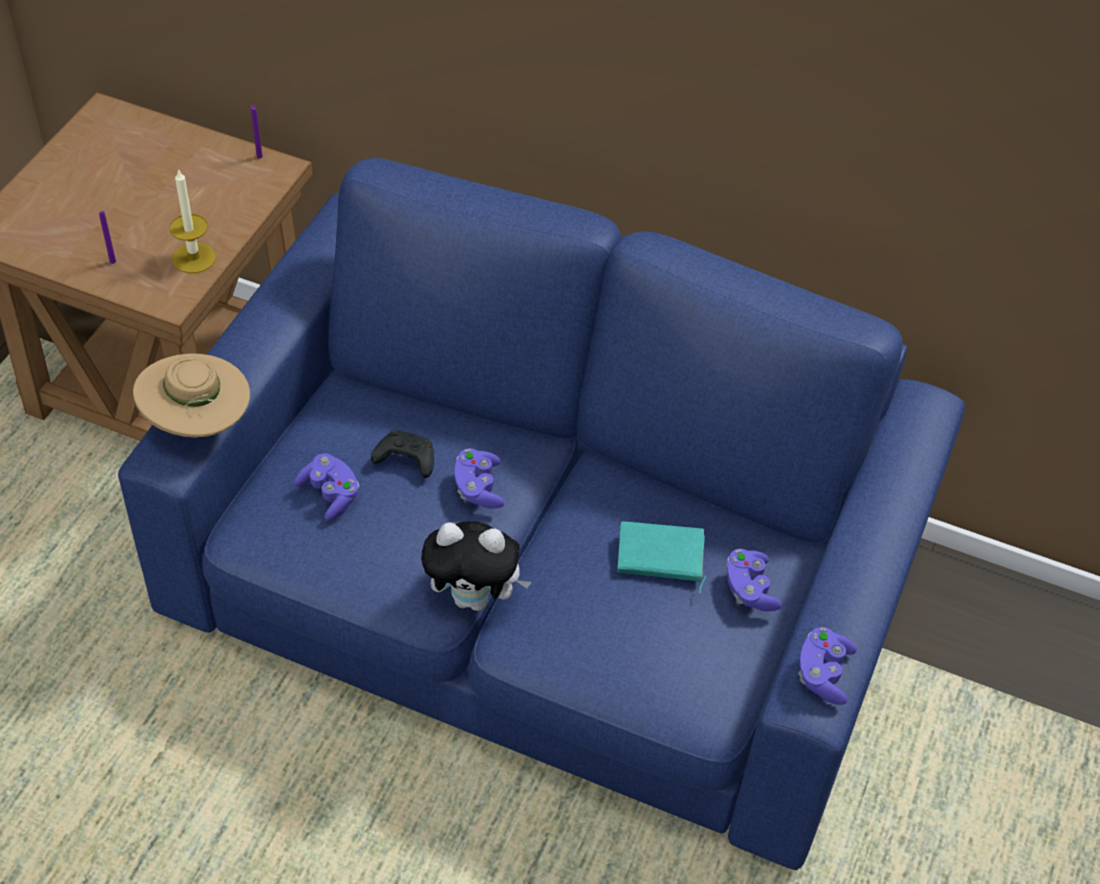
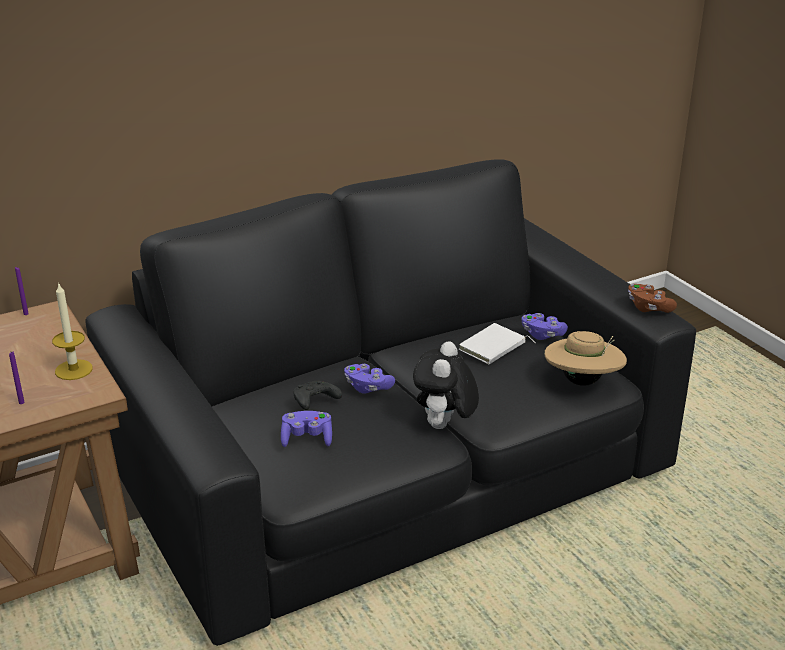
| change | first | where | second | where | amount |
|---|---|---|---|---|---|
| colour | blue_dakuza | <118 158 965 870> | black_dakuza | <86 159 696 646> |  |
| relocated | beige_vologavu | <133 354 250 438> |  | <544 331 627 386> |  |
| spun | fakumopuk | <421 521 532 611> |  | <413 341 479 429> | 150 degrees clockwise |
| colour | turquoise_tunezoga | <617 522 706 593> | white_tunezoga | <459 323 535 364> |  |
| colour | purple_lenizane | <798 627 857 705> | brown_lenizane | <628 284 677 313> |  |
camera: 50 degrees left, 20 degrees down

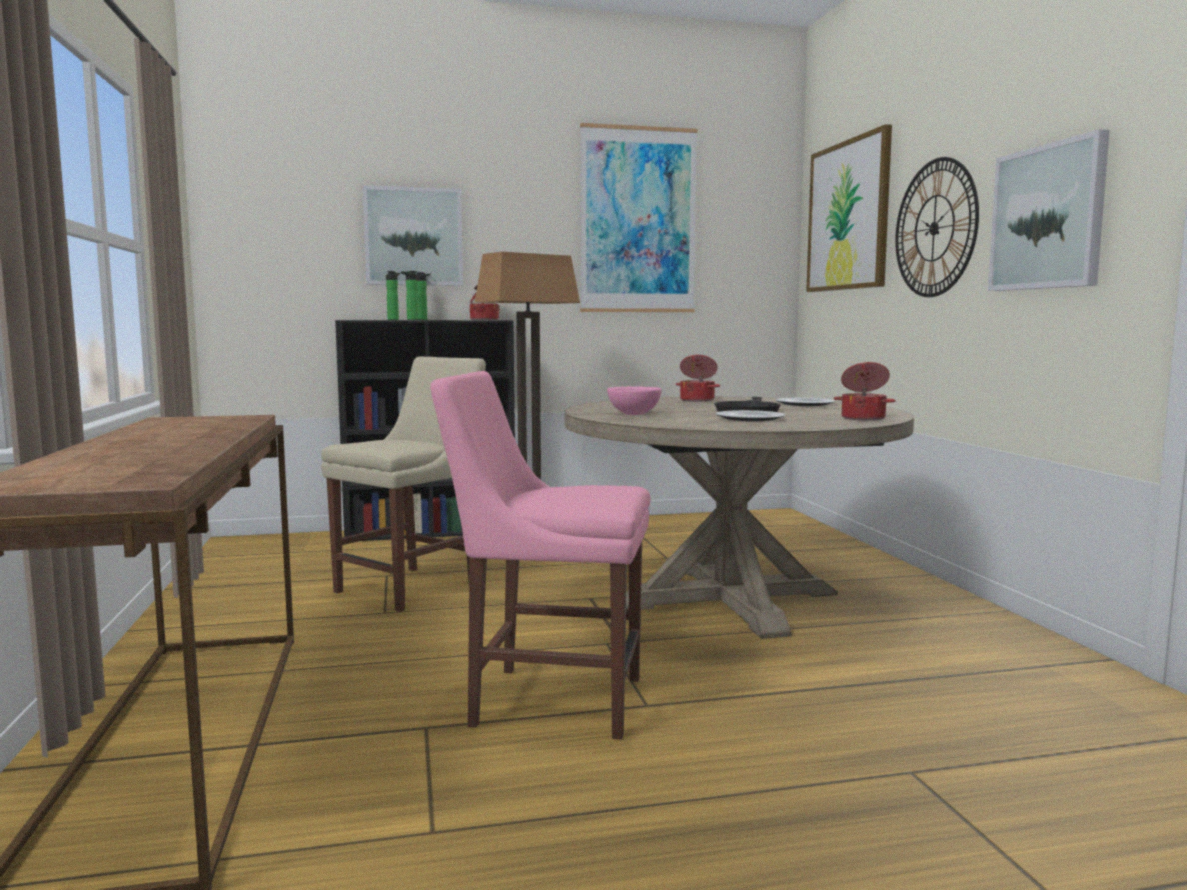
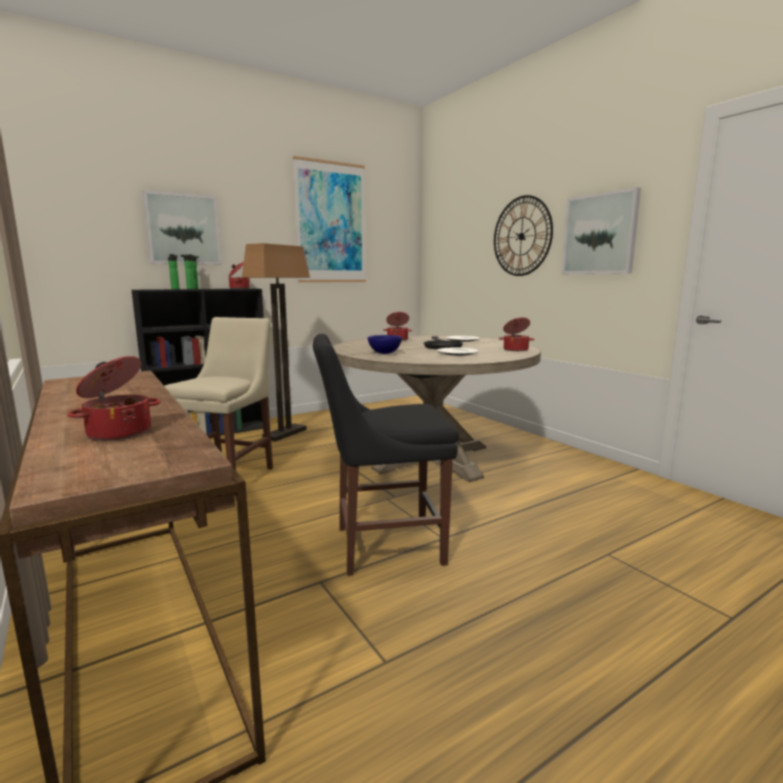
| change | first | where | second | where | amount |
|---|---|---|---|---|---|
| colour | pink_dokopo | <430 371 651 740> | black_dokopo | <313 334 458 576> |  |
| colour | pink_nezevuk | <607 387 662 415> | blue_nezevuk | <368 335 402 354> |  |
| missing | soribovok | <806 124 892 292> |  |  |  |
| appeared |  |  | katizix | <67 356 161 441> |  |
camera: 20 degrees left, 5 degrees up

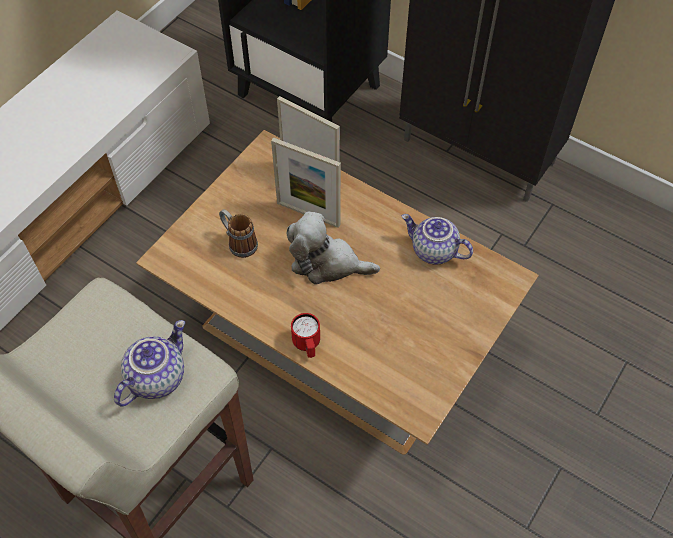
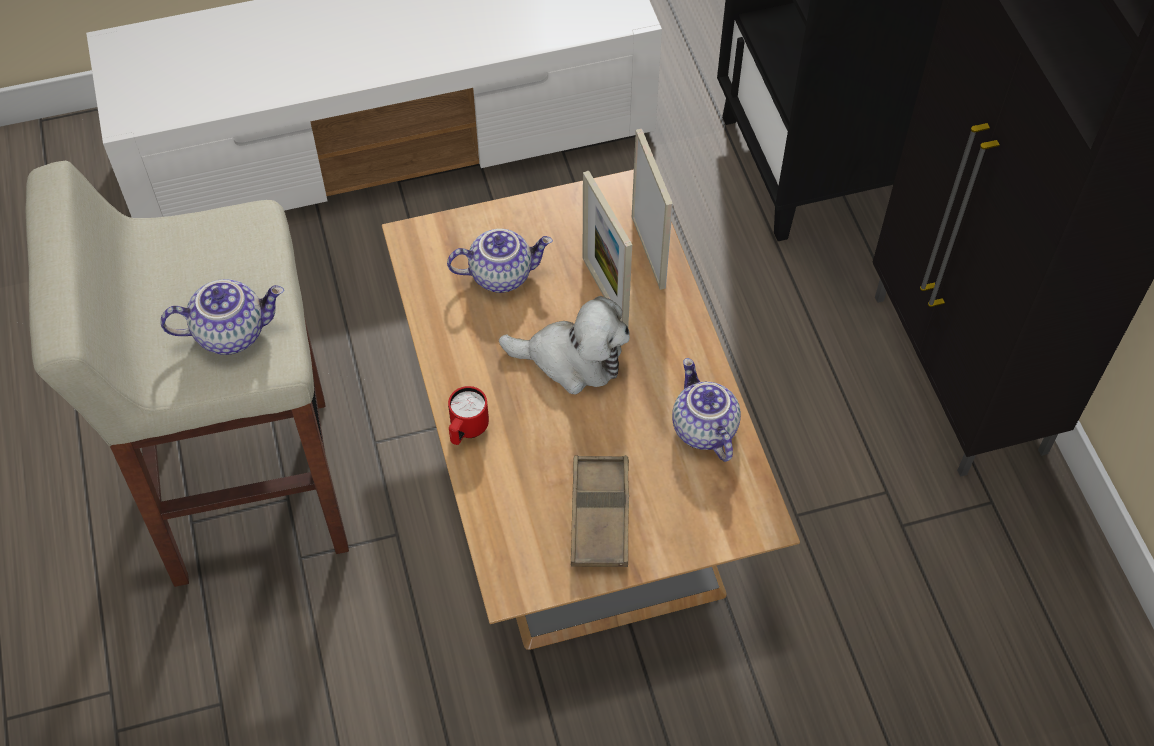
| change | first | where | second | where | amount |
|---|---|---|---|---|---|
| exchanged | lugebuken | <219 209 258 258> | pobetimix | <447 229 553 293> |  |
| spun | fakumopuk | <287 211 380 285> |  | <499 296 630 394> | 135 degrees clockwise |
| appeared |  |  | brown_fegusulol | <571 456 629 567> |  |
camera: 40 degrees right, 0 degrees up

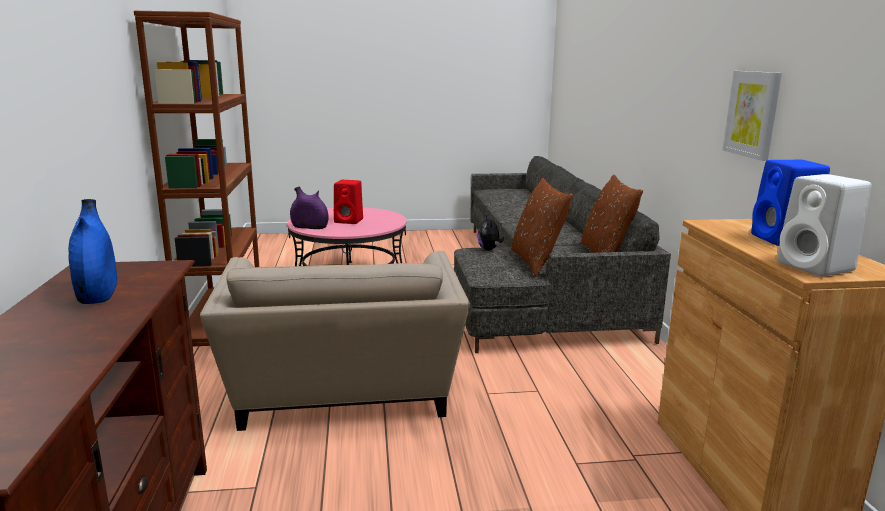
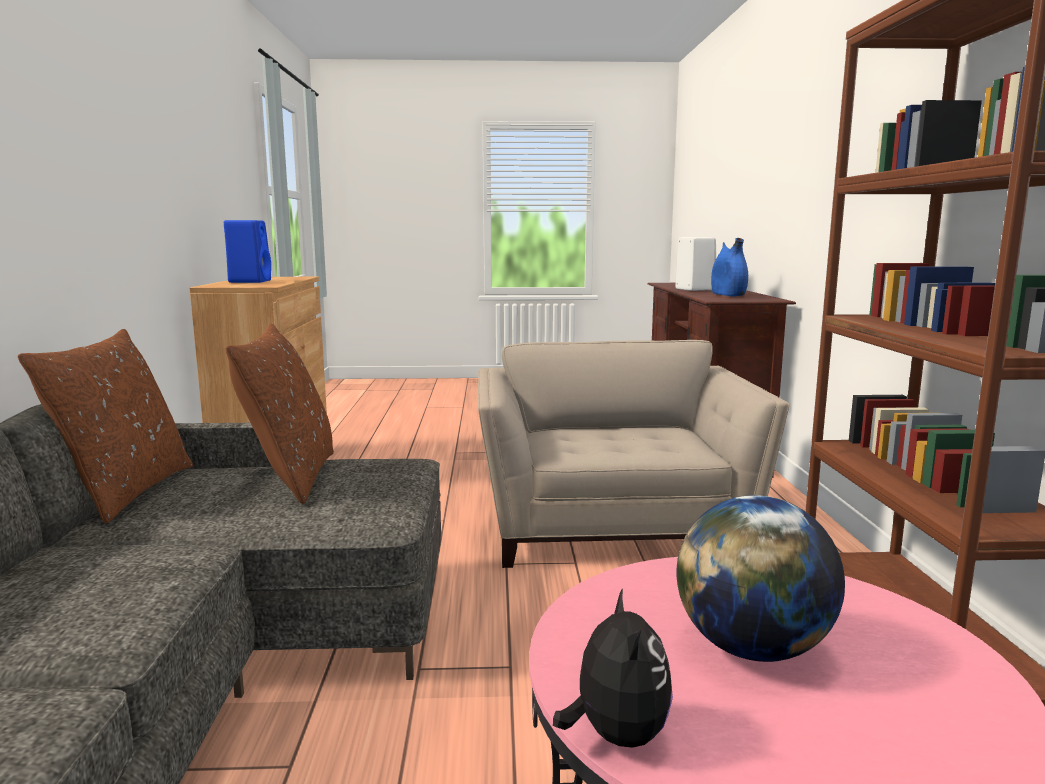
| change | first | where | second | where | amount |
|---|---|---|---|---|---|
| missing | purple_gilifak | <290 186 328 229> |  |  |  |
| exchanged | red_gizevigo | <334 180 363 224> | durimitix | <677 495 845 662> |  |
| relocated | fakumopuk | <477 215 504 250> |  | <553 588 673 748> |  |
| missing | soribovok | <723 71 782 161> |  |  |  |
| relocated | white_gizevigo | <777 174 872 277> |  | <675 237 716 291> |  |
camera: 175 degrees left, 5 degrees down

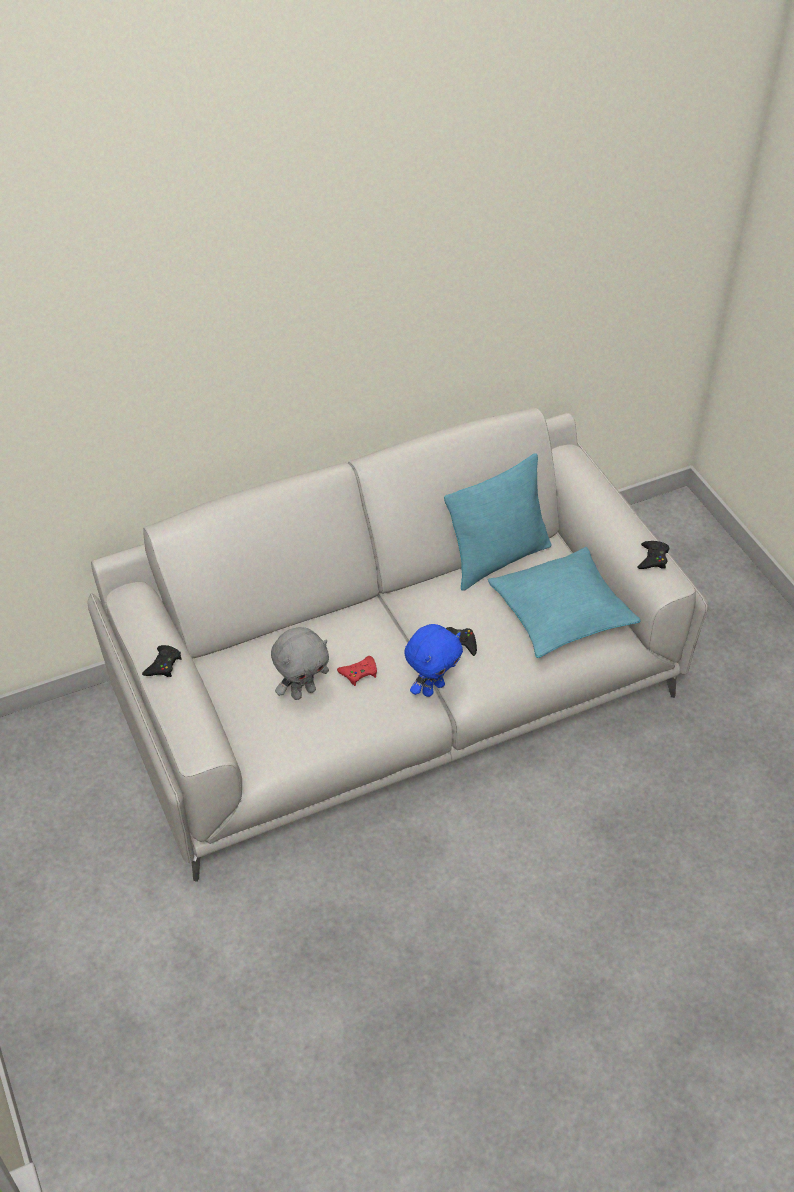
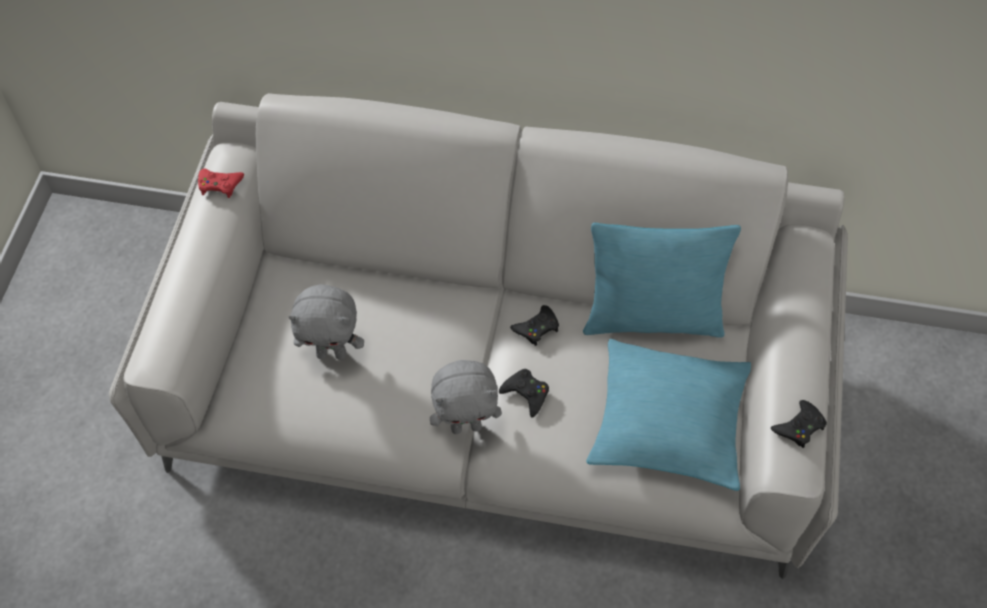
| change | first | where | second | where | amount |
|---|---|---|---|---|---|
| relocated | black_lenizane | <142 645 182 677> |  | <510 305 559 346> |  |
| relocated | red_lenizane | <337 656 377 686> |  | <198 169 244 198> |  |
| colour | blue_fakumopuk | <404 624 463 697> | grey_fakumopuk | <430 360 502 434> |  |
camera: 35 degrees right, 10 degrees up

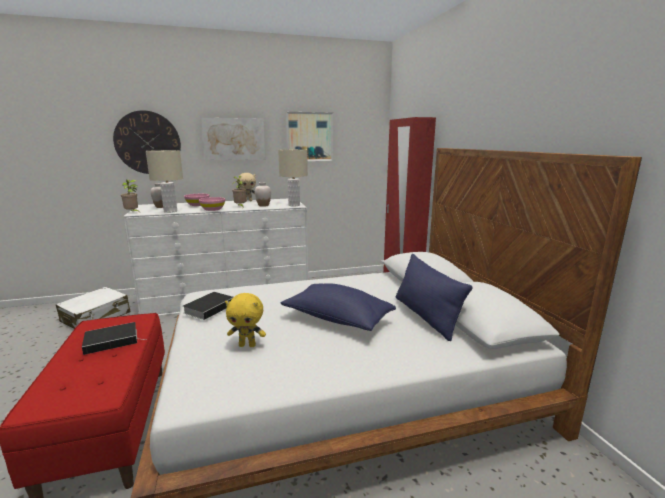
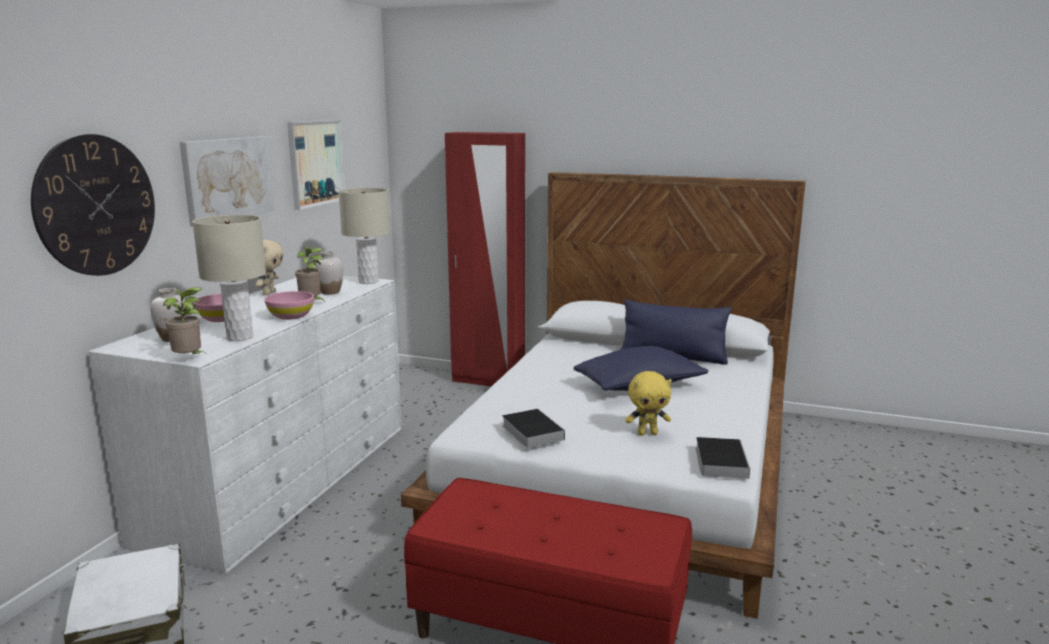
| change | first | where | second | where | amount |
|---|---|---|---|---|---|
| relocated | tunezoga | <82 322 140 355> |  | <696 437 750 479> |  |
| spun | yellow_fakumopuk | <225 293 266 347> |  | <625 371 672 436> | 45 degrees clockwise |
camera: 55 degrees left, 0 degrees up

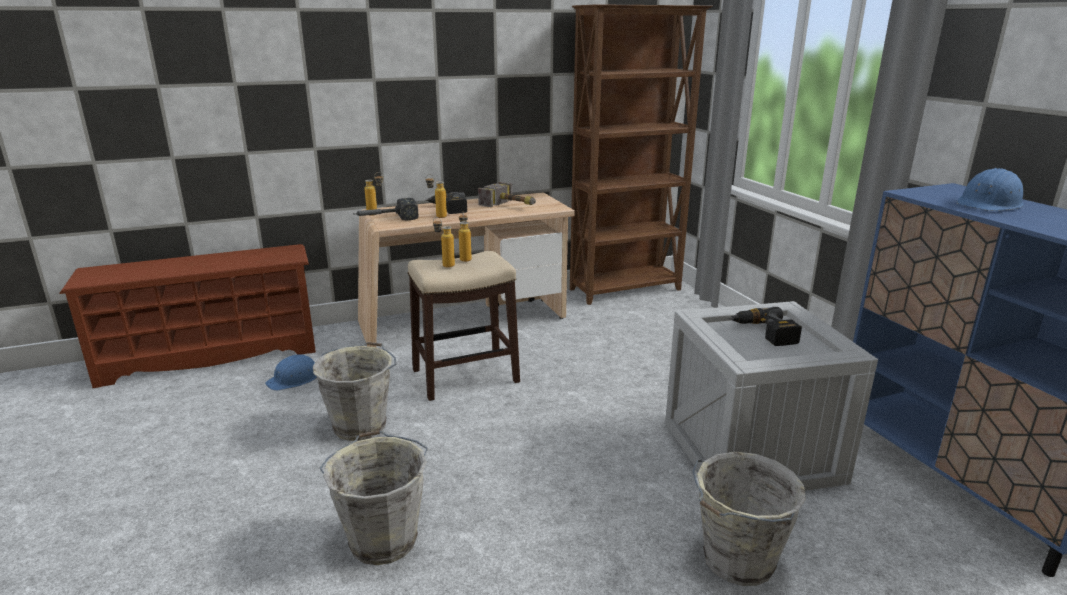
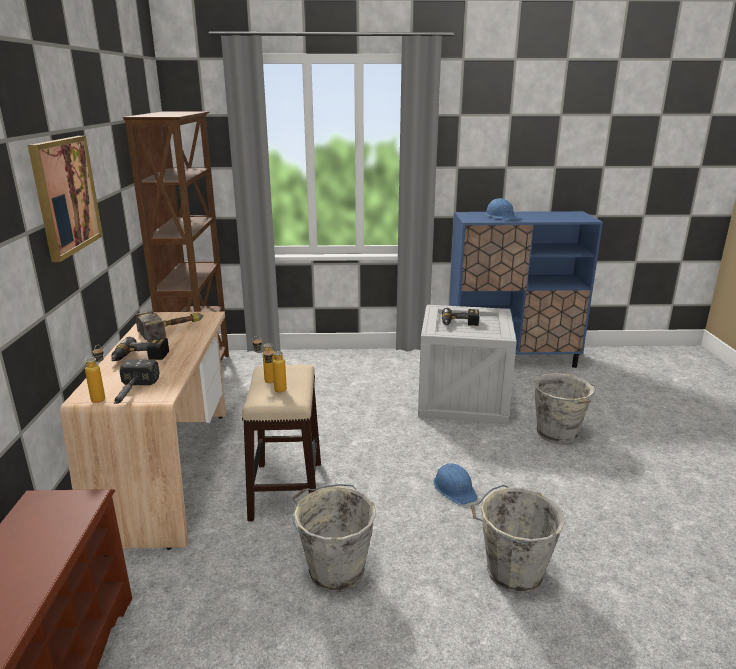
| change | first | where | second | where | amount |
|---|---|---|---|---|---|
| relocated | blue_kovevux | <265 354 317 391> |  | <433 464 477 505> |  |
| missing | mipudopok | <425 174 447 218> |  |  |  |
| appeared |  |  | soribovok | <28 136 103 262> |  |
camera: 70 degrees left, 0 degrees up

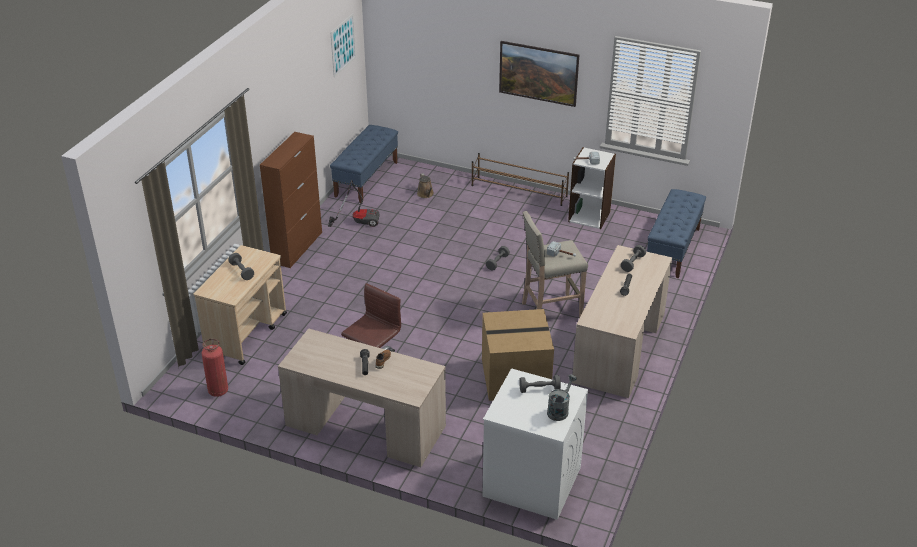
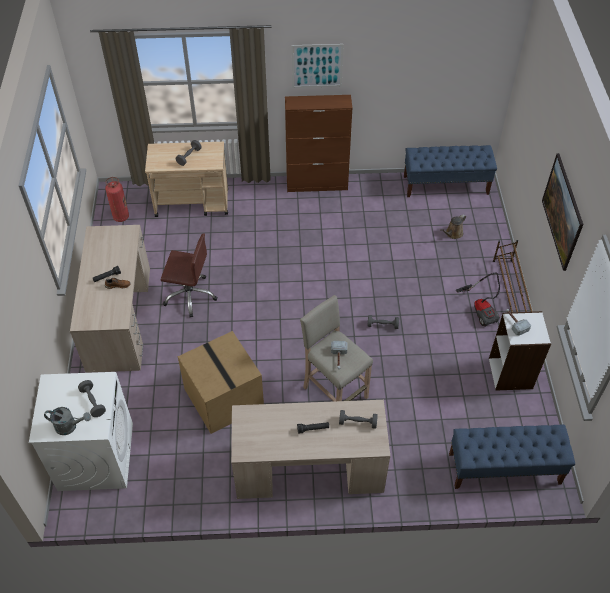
| change | first | where | second | where | amount |
|---|---|---|---|---|---|
| relocated | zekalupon | <328 180 379 227> |  | <456 273 500 327> |  |
| relocated | soribovok | <330 13 356 77> |  | <292 44 344 88> |  |
camera: 65 degrees right, 15 degrees up

